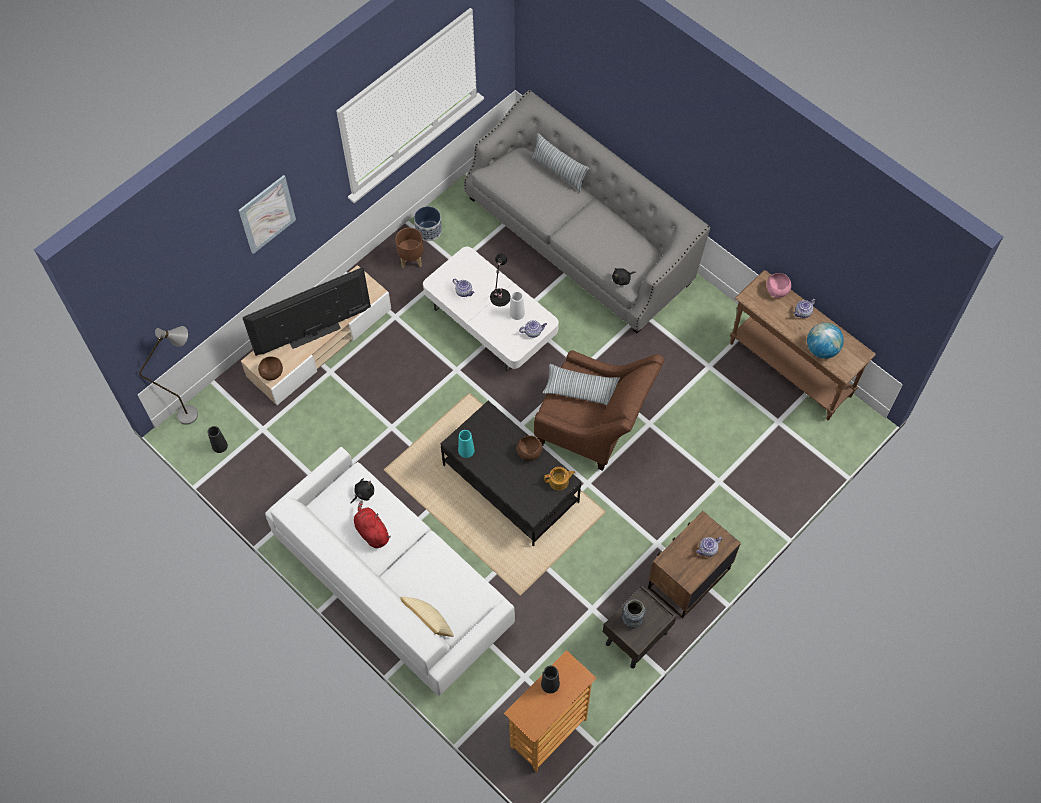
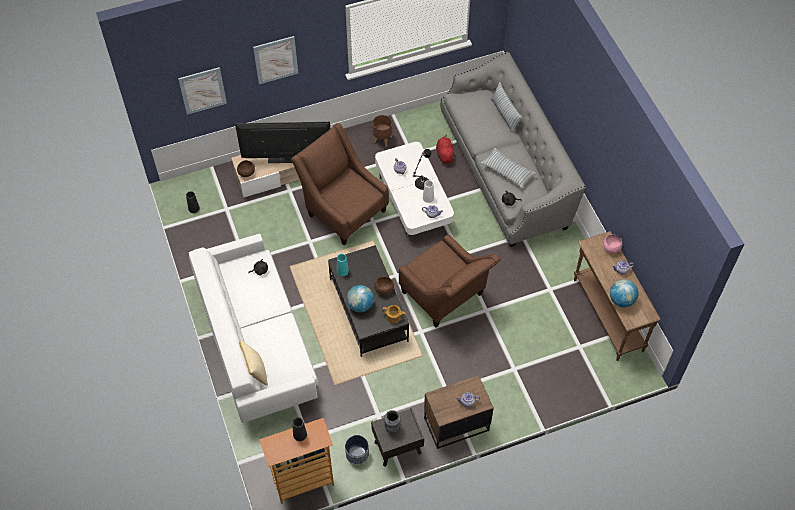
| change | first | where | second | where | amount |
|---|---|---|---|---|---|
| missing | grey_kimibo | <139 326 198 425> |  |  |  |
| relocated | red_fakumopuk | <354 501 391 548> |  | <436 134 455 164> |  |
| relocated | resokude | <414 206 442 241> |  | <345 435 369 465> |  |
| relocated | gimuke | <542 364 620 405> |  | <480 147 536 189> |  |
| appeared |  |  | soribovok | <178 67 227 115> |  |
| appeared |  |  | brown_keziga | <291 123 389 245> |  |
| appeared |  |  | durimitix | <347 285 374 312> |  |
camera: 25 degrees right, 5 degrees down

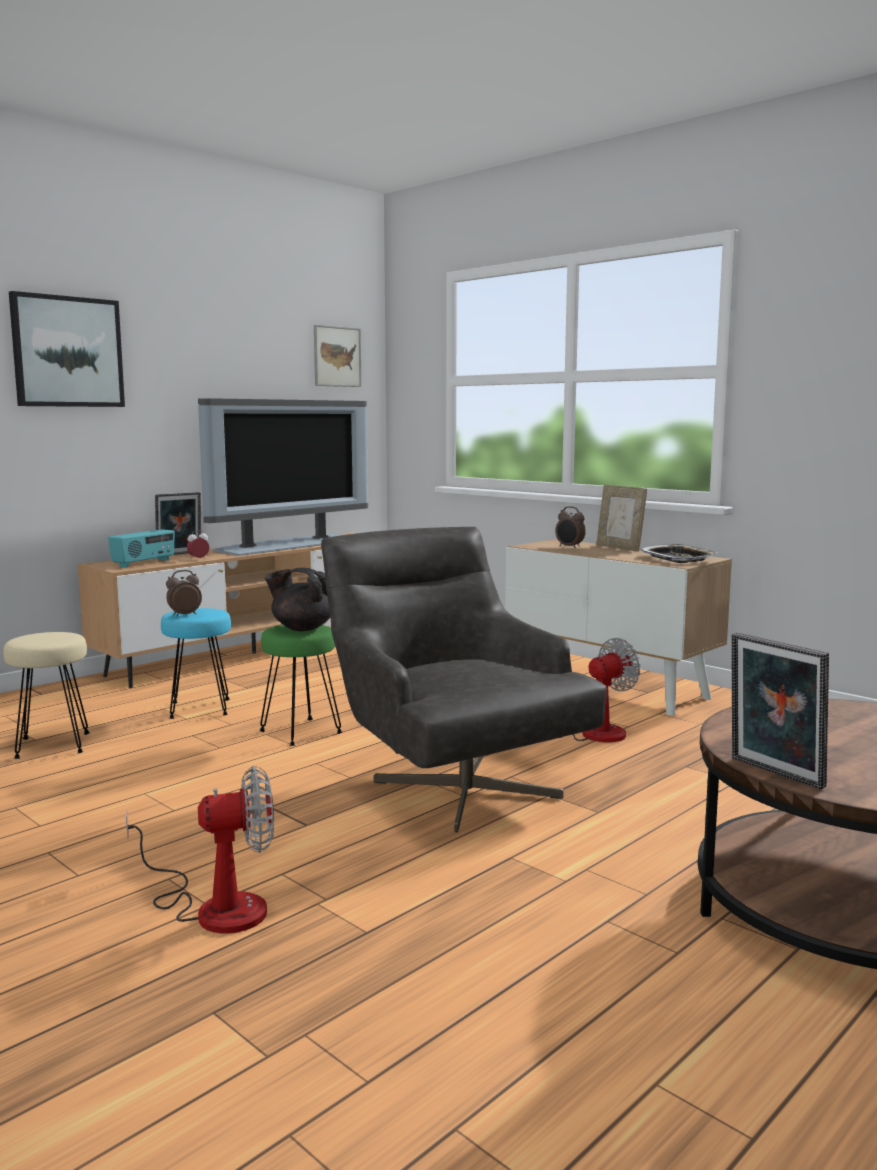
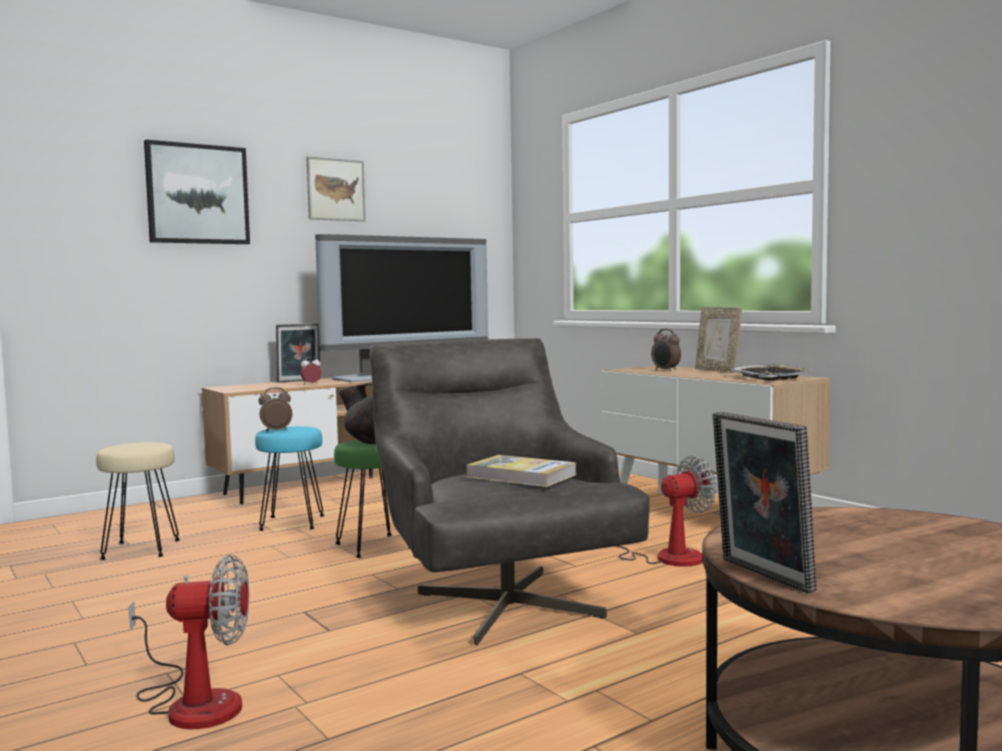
| change | first | where | second | where | amount |
|---|---|---|---|---|---|
| missing | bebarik | <108 529 175 568> |  |  |  |
| relocated | soribovok | <314 325 362 387> |  | <306 156 366 221> |  |
| appeared |  |  | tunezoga | <466 455 576 487> |  |
camera: 10 degrees right, 5 degrees down

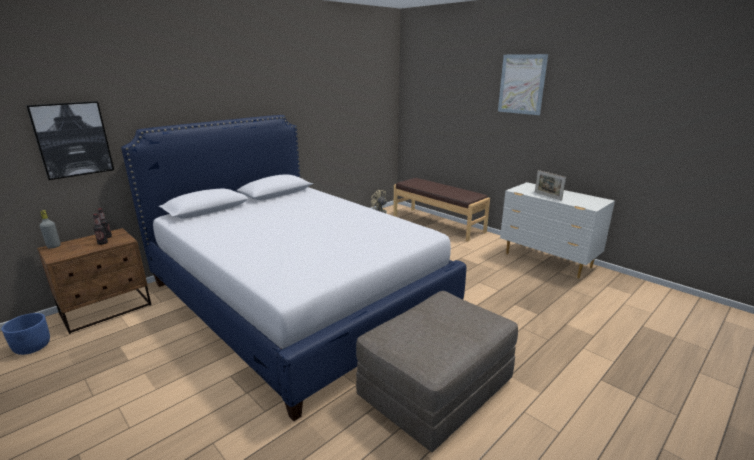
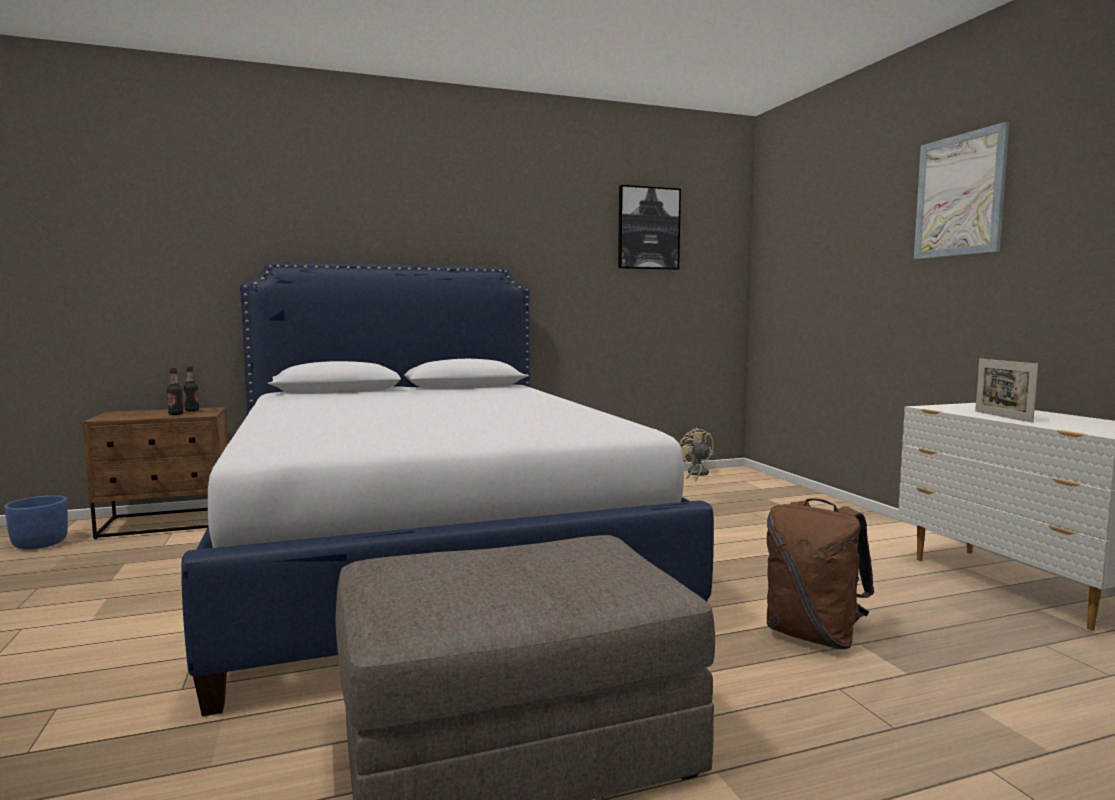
| change | first | where | second | where | amount |
|---|---|---|---|---|---|
| relocated | soribovok | <26 101 114 180> |  | <618 185 681 270> |  |
| missing | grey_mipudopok | <40 210 61 248> |  |  |  |
| missing | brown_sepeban | <393 178 490 242> |  |  |  |
| appeared |  |  | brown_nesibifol | <766 498 874 649> |  |
camera: 25 degrees right, 15 degrees down

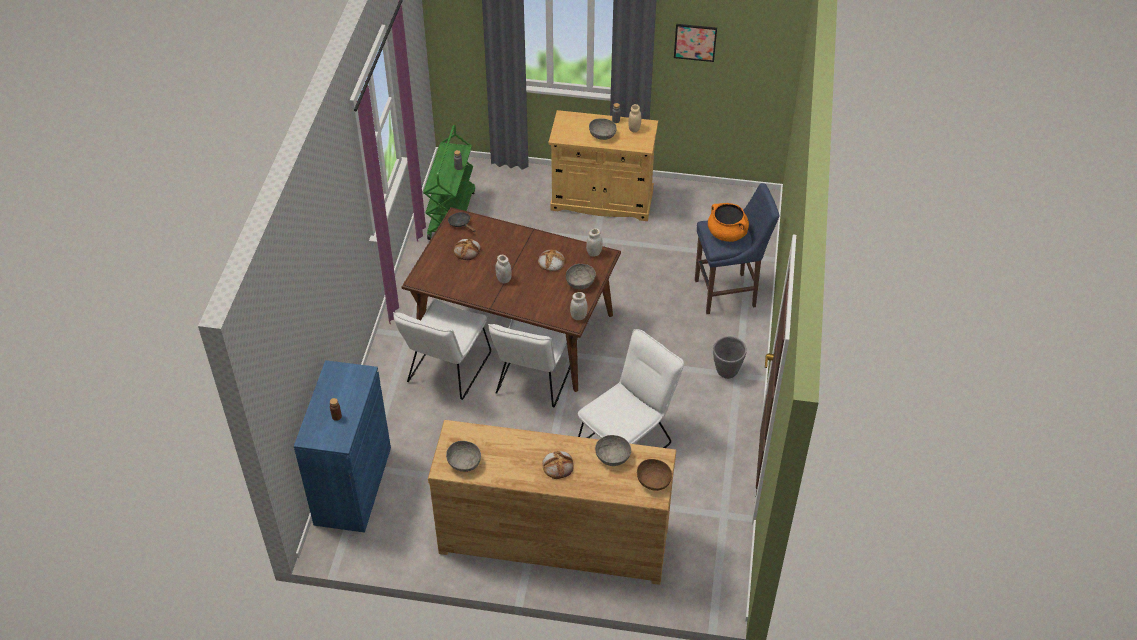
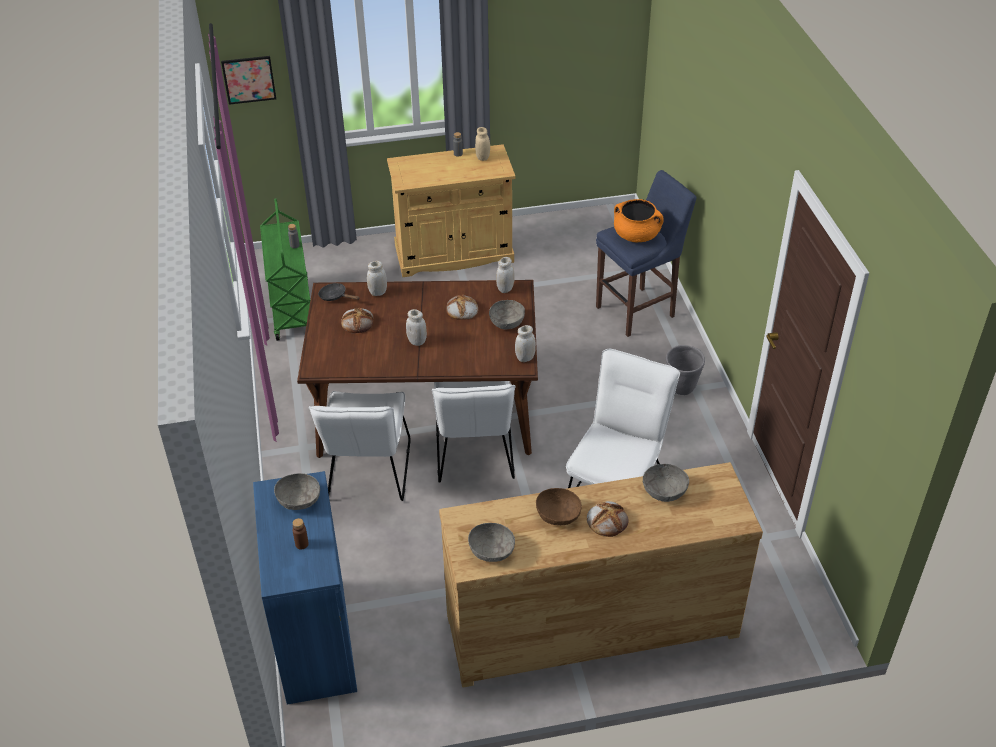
| change | first | where | second | where | amount |
|---|---|---|---|---|---|
| relocated | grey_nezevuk | <589 118 617 140> |  | <274 473 320 510> |  |
| relocated | brown_nezevuk | <637 459 672 491> |  | <536 488 582 525> |  |
| relocated | soribovok | <674 24 717 62> |  | <221 56 276 105> |  |
| appeared |  |  | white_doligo | <367 261 387 296> |  |
camera: 20 degrees left, 5 degrees down

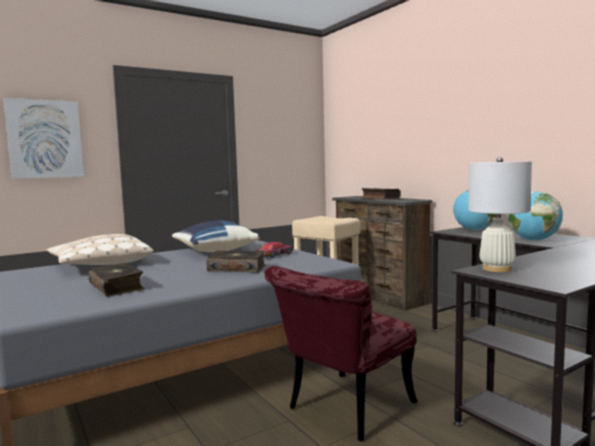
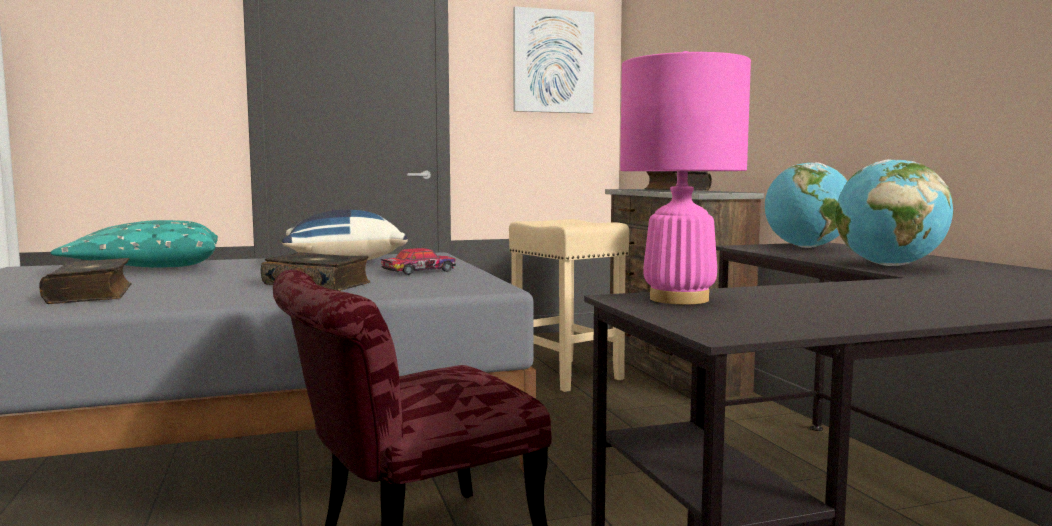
| change | first | where | second | where | amount |
|---|---|---|---|---|---|
| relocated | soribovok | <3 98 84 179> |  | <513 6 594 113> |  |
| colour | beige_gimuke | <46 234 153 265> | turquoise_gimuke | <50 220 218 267> |  |
| colour | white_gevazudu | <468 157 532 272> | pink_gevazudu | <620 51 751 304> |  |
camera: 15 degrees right, 0 degrees up

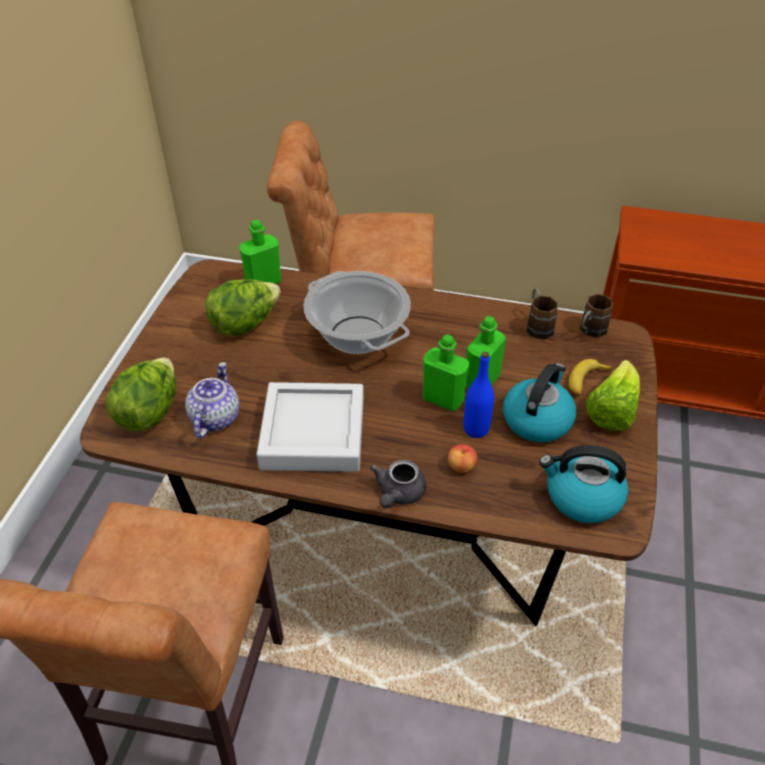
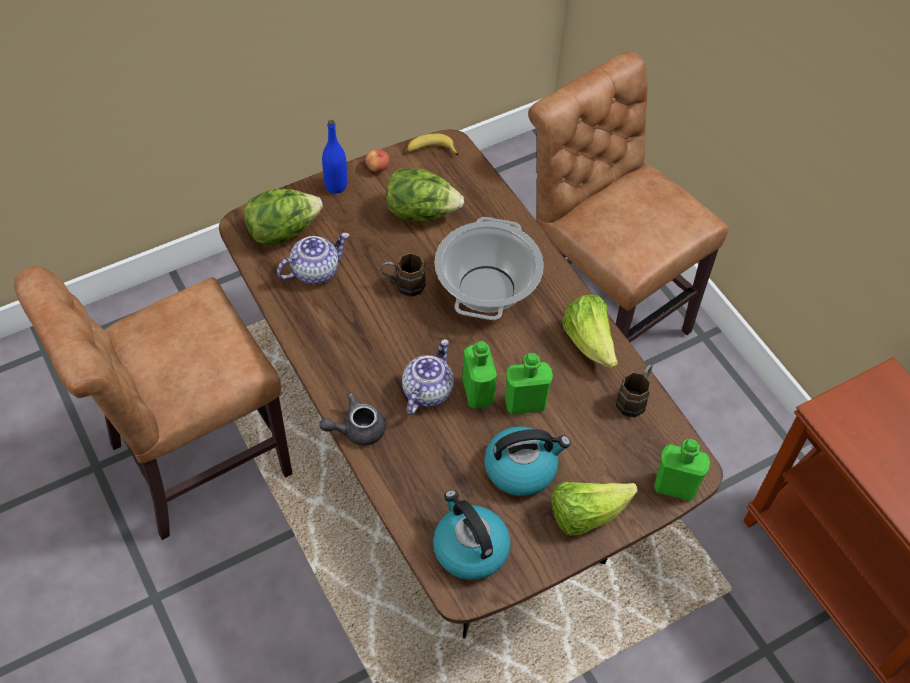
| change | first | where | second | where | amount |
|---|---|---|---|---|---|
| relocated | green_mipudopok | <239 220 281 284> |  | <654 439 710 501> |  |
| missing | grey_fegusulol | <257 382 364 472> |  |  |  |
| relocated | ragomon | <448 444 477 473> |  | <365 149 389 172> |  |
| relocated | blue_mipudopok | <464 352 494 438> |  | <322 120 347 194> |  |
| relocated | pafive | <569 359 612 396> |  | <406 133 459 155> |  |
| relocated | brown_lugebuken | <580 294 613 338> |  | <381 253 426 297> |  |
| appeared |  |  | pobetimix | <402 339 454 415> |  |
| appeared |  |  | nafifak | <562 294 618 368> |  |
camera: 45 degrees right, 10 degrees up

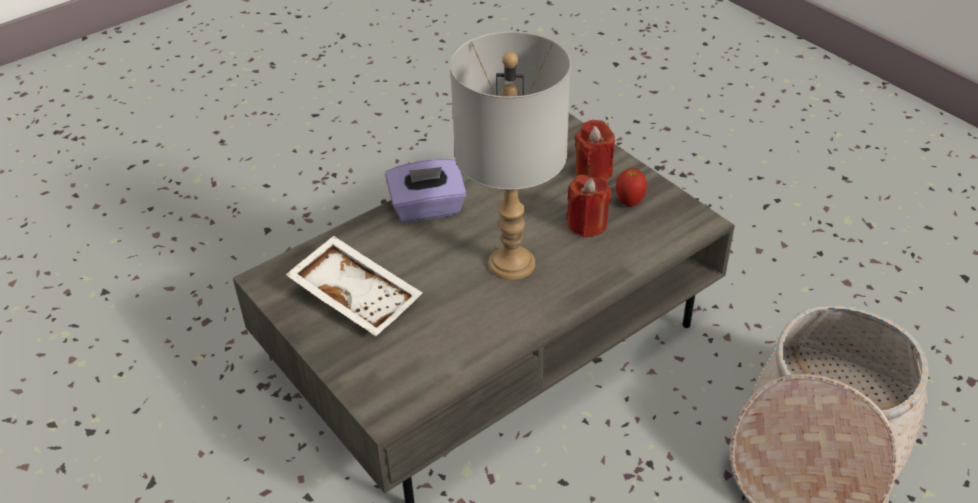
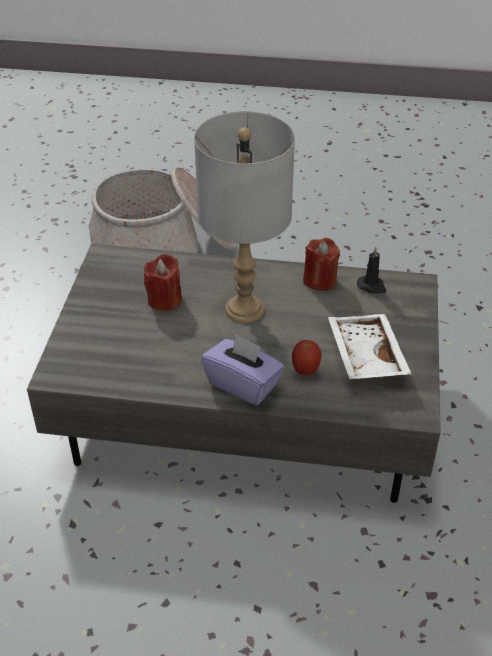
| change | first | where | second | where | amount |
|---|---|---|---|---|---|
| relocated | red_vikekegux | <575 120 615 180> |  | <303 238 340 291> |  |
| relocated | ragomon | <616 168 647 207> |  | <292 340 322 375> |  |
| appeared |  |  | black_vikekegux | <357 247 386 294> |  |
camera: 135 degrees left, 0 degrees up

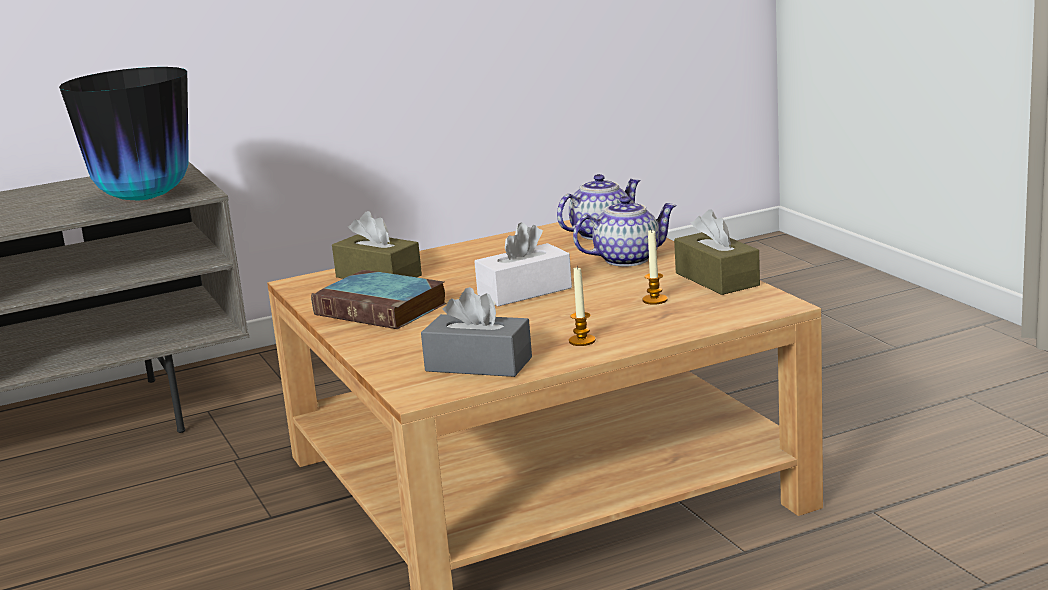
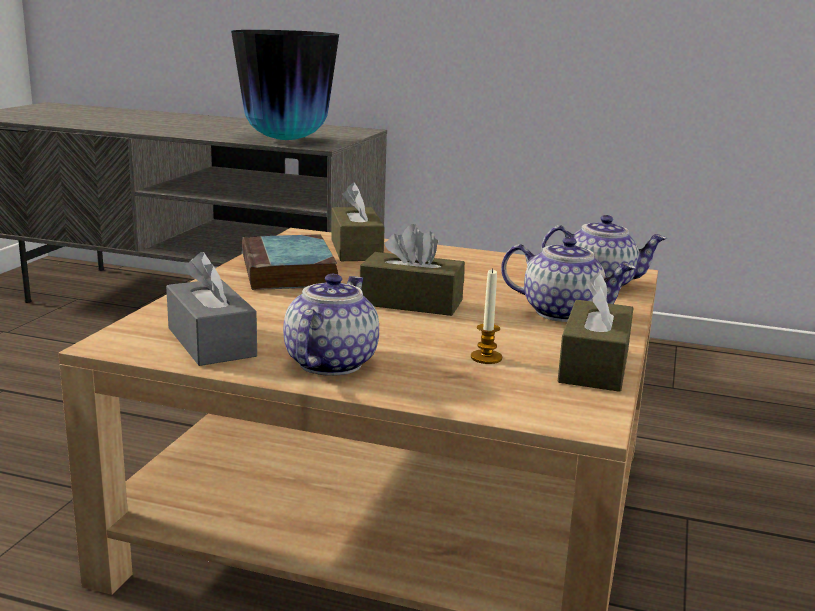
| change | first | where | second | where | amount |
|---|---|---|---|---|---|
| colour | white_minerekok | <474 223 572 306> | brown_minerekok | <360 224 465 316> |  |
| exchanged | vikekegux | <569 267 596 346> | pobetimix | <283 274 379 376> |  |
camera: 40 degrees right, 0 degrees up

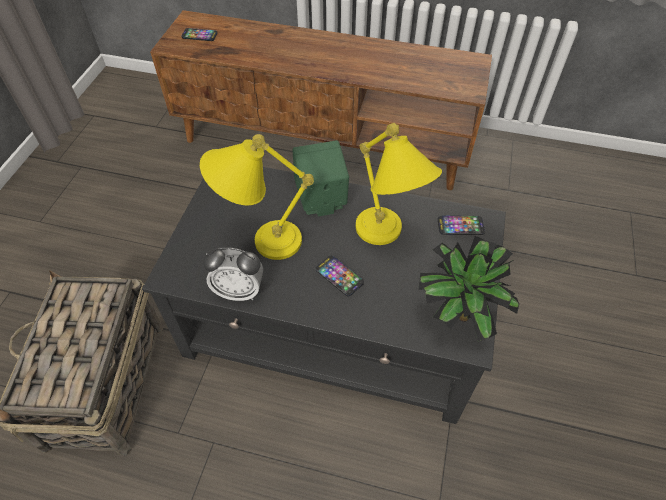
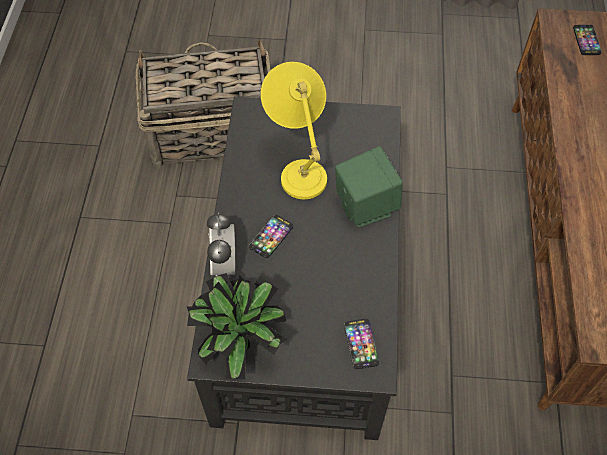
| change | first | where | second | where | amount |
|---|---|---|---|---|---|
| relocated | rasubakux | <203 247 263 301> |  | <207 212 235 276> |  |
| missing | yellow_gevazudu | <356 123 442 245> |  |  |  |
camera: 80 degrees right, 5 degrees up

